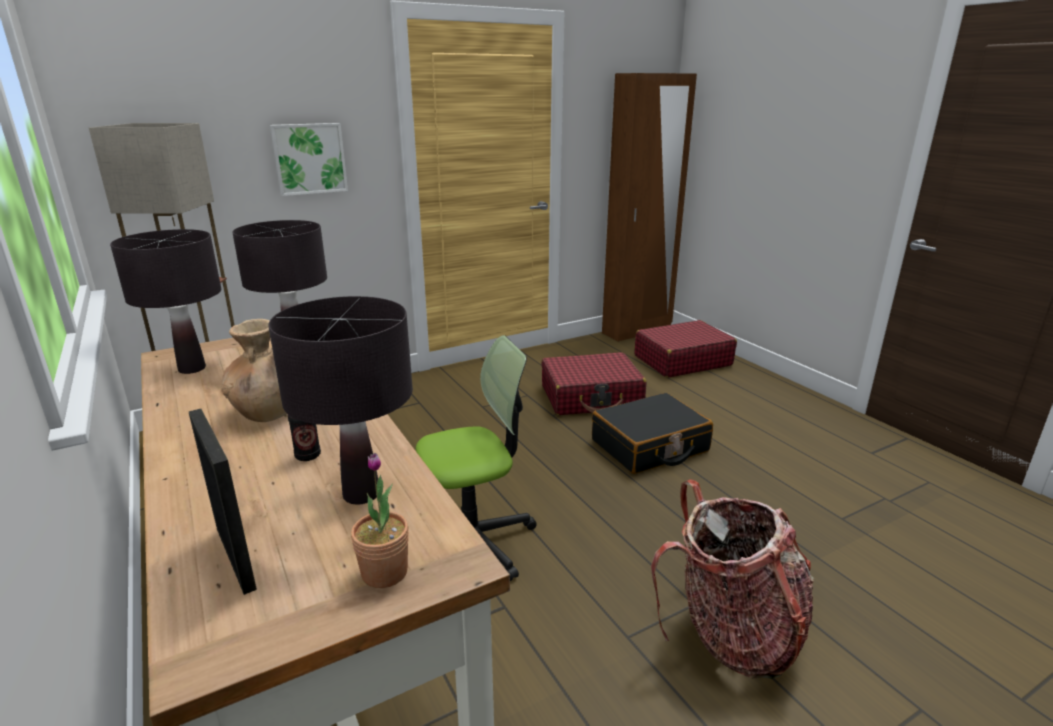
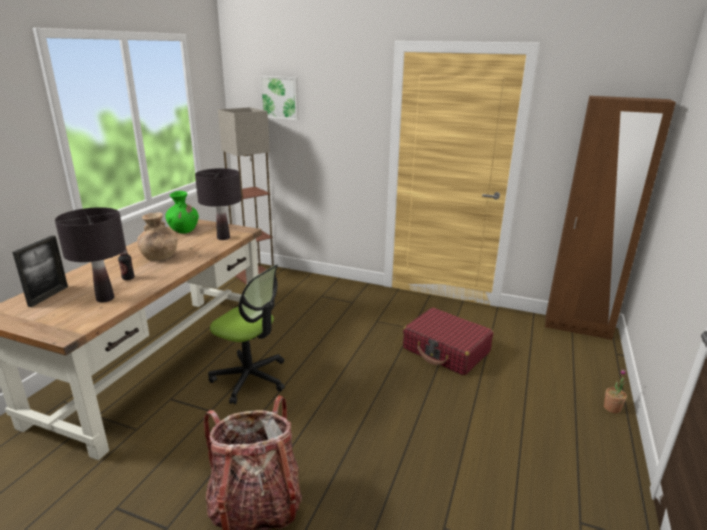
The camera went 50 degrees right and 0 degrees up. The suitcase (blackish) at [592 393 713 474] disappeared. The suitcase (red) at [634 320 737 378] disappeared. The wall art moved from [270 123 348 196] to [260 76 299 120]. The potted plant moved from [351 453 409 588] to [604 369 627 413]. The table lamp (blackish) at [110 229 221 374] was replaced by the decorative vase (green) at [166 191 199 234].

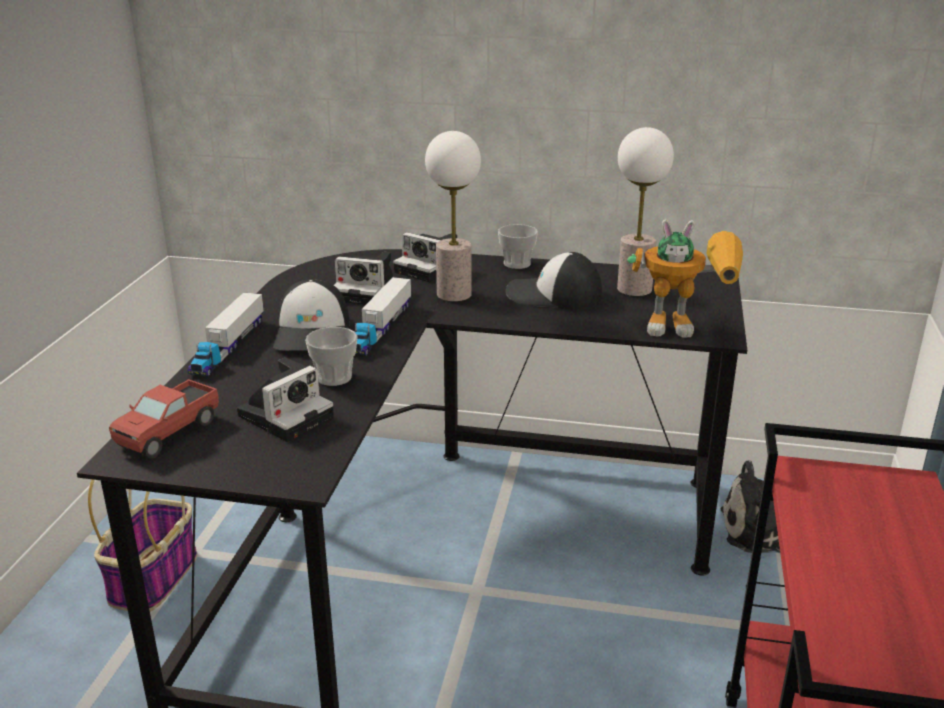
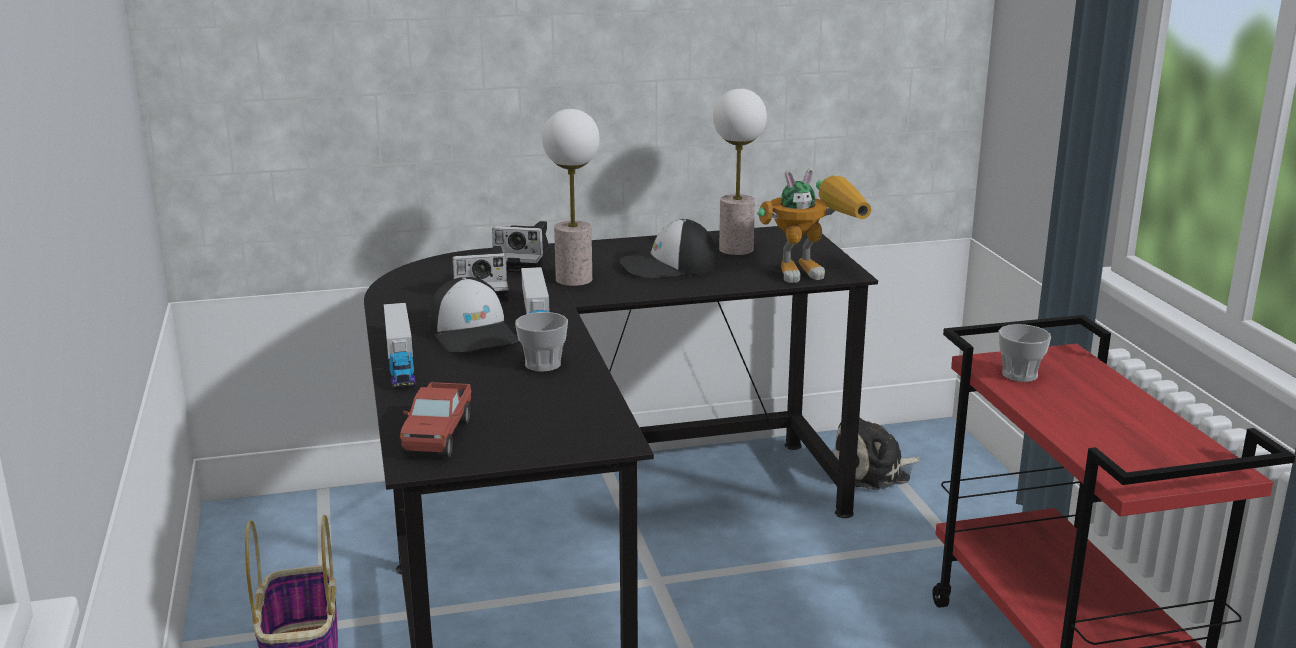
The camera went 25 degrees left and 5 degrees down. The still camera at [237 357 334 442] disappeared. The small cup moved from [498 224 538 269] to [998 324 1051 382].

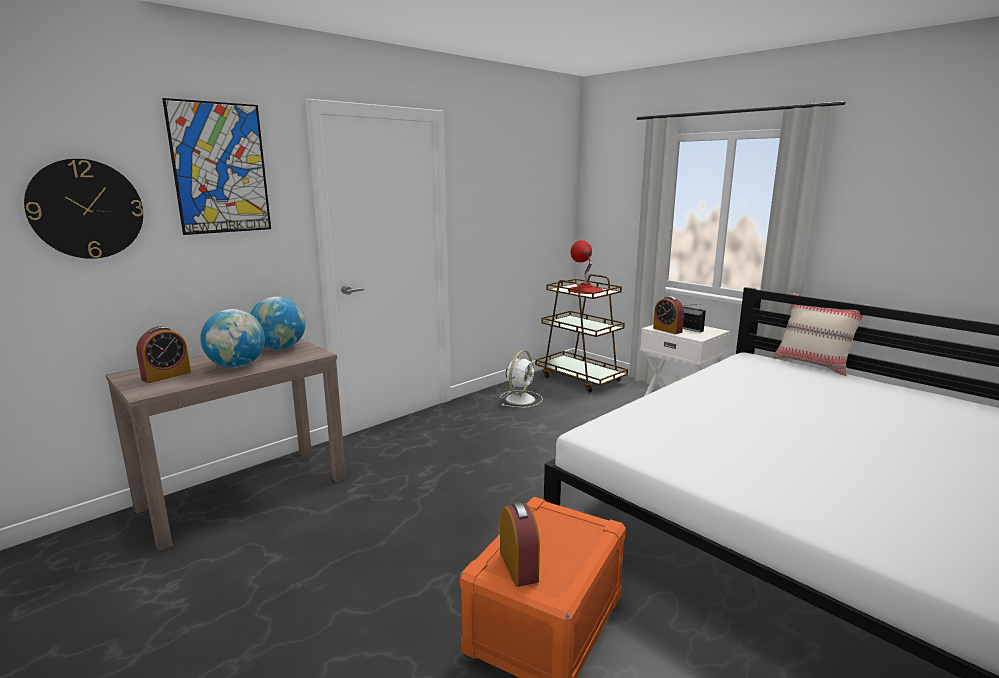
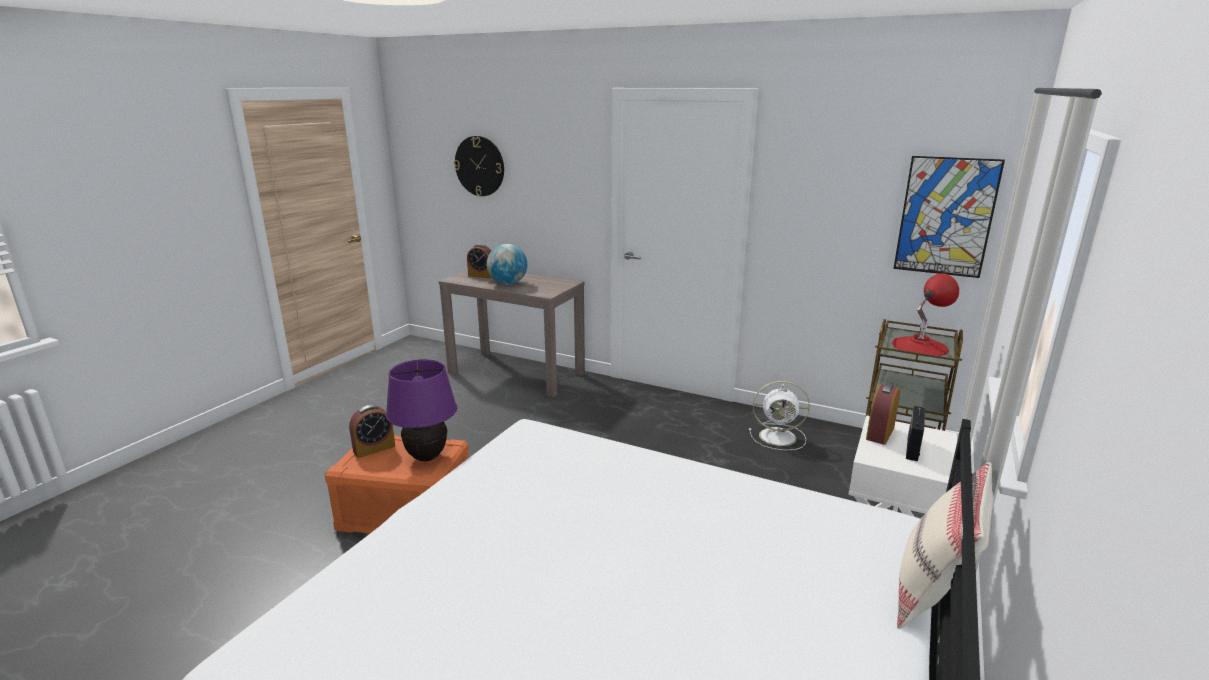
The camera went 70 degrees right and 5 degrees up. The desk globe at [250 296 306 350] disappeared. The table lamp (purple-coloured) at [386 359 457 461] appeared. The wall art moved from [162 98 271 235] to [893 156 1005 278].

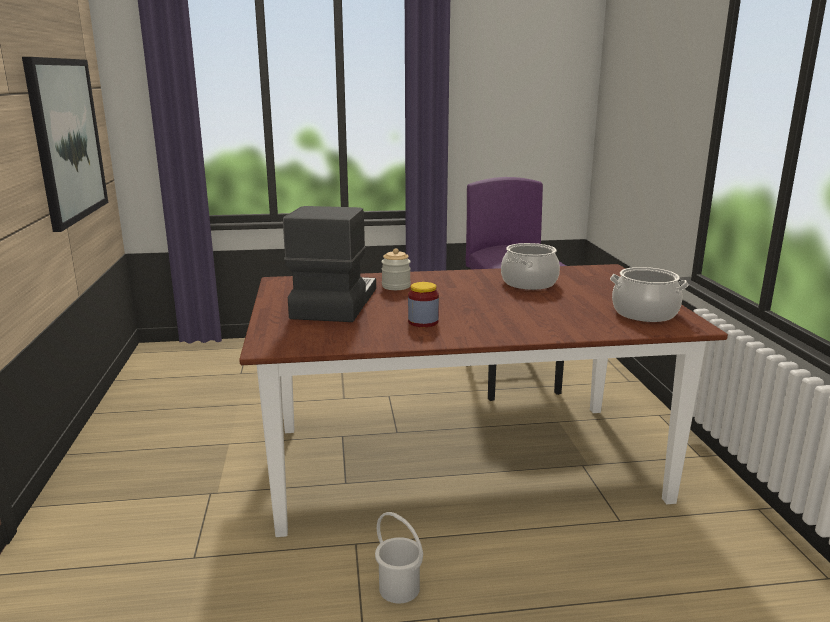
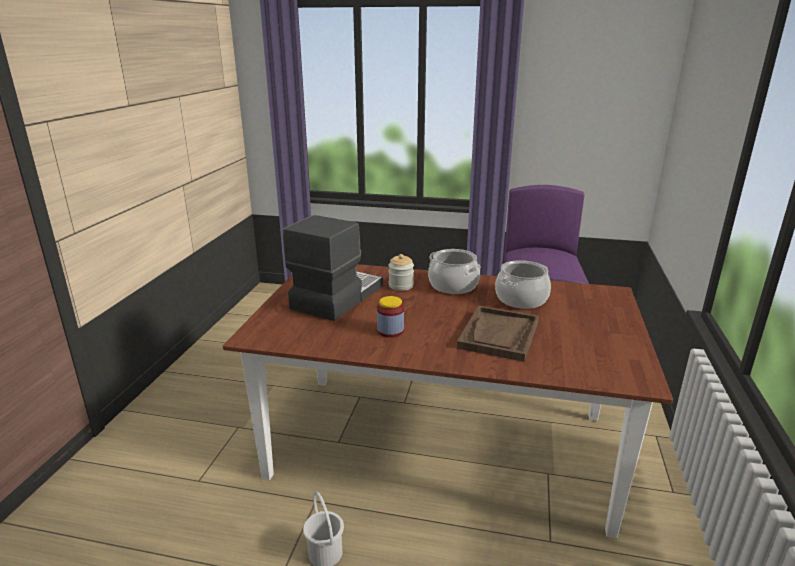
The camera went 20 degrees right and 5 degrees up. The wall art at [22 57 108 232] disappeared. The carrying tray (brownish) at [457 305 539 362] appeared. The stockpot moved from [610 267 688 322] to [428 249 481 294].

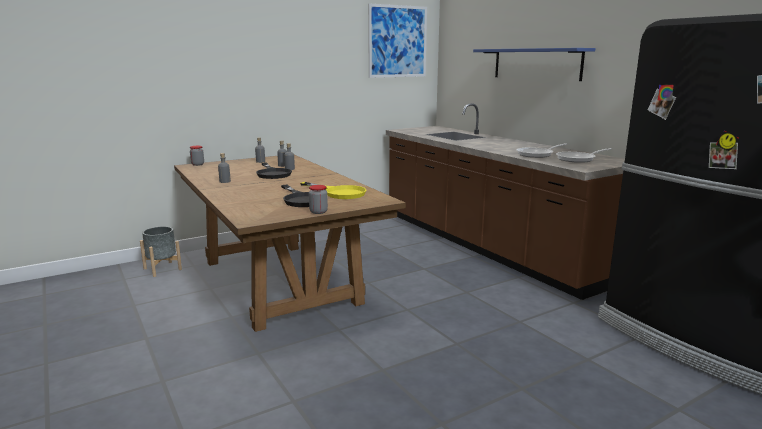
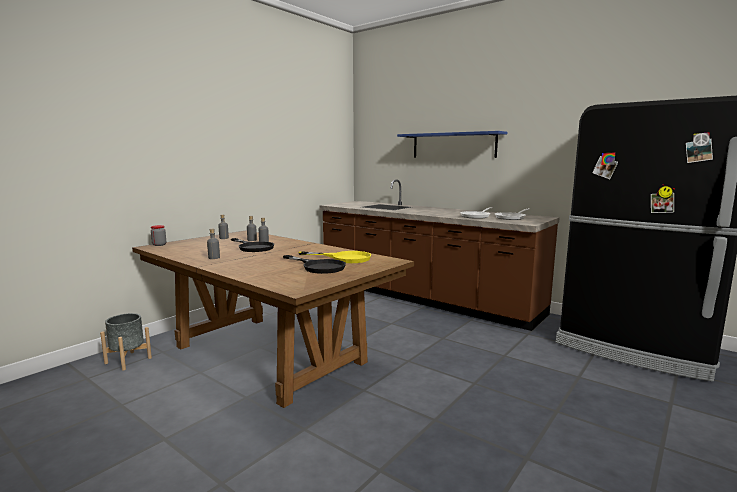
The camera went 20 degrees left and 5 degrees down. The storage jar at [309 185 328 214] disappeared. The wall art at [368 3 427 78] disappeared.

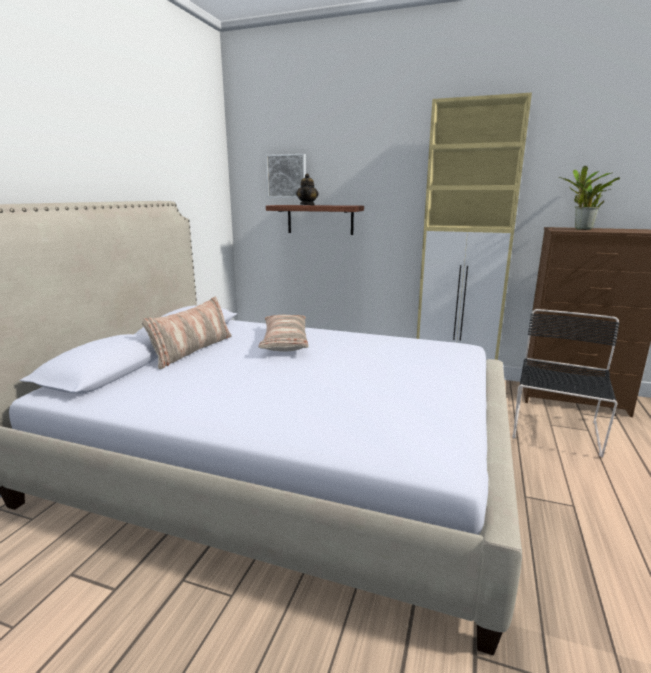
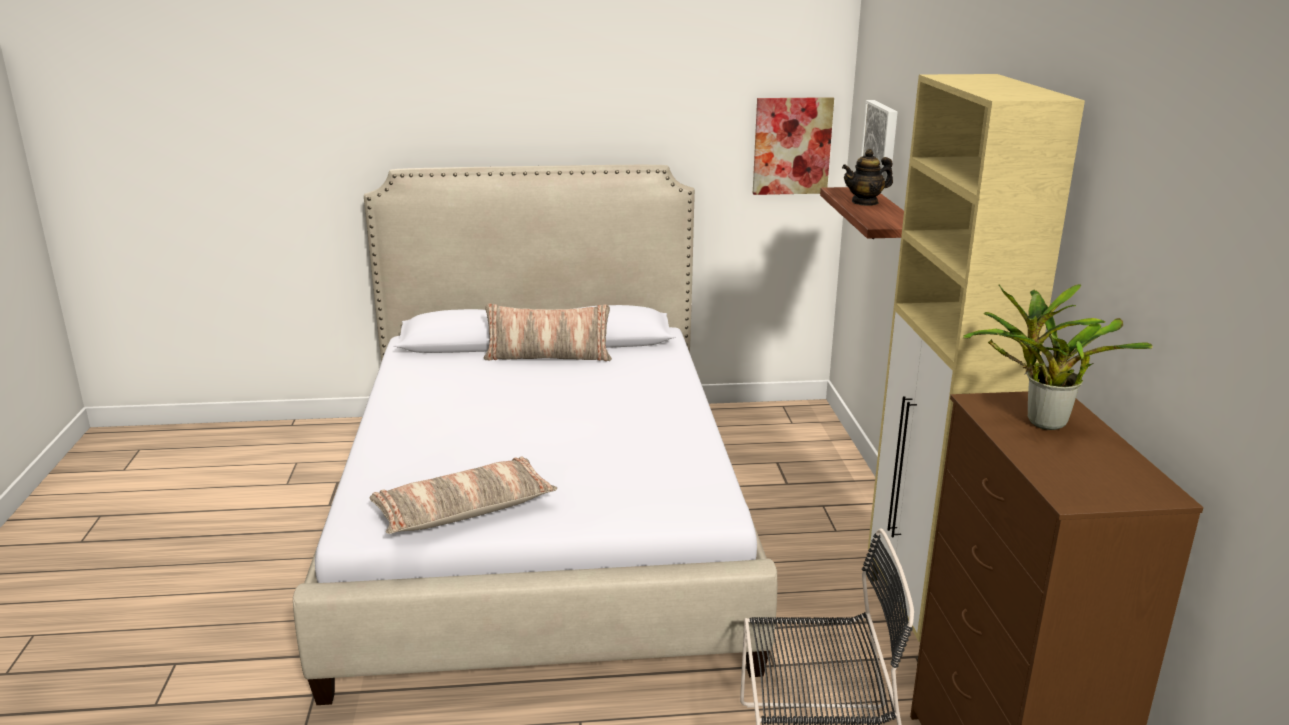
The camera went 65 degrees right and 5 degrees up. The wall art at [753 97 834 195] appeared. The cushion moved from [258 315 309 351] to [369 457 557 534].

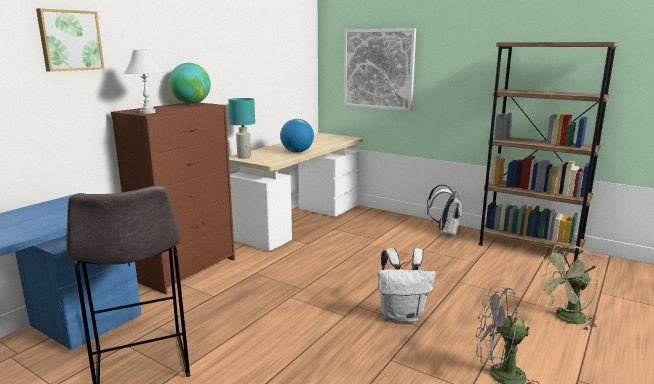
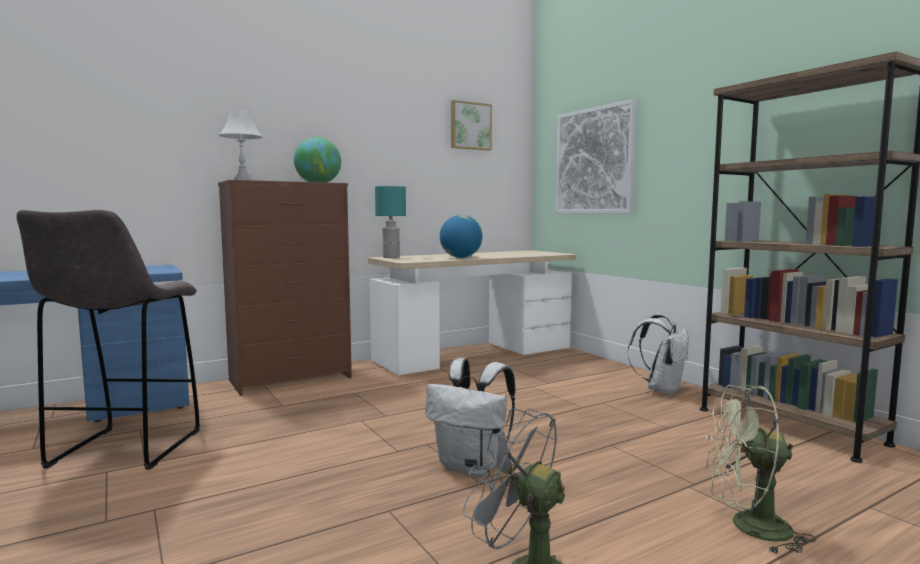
The camera went 25 degrees right and 10 degrees down. The wall art moved from [36 8 104 72] to [451 100 492 150].

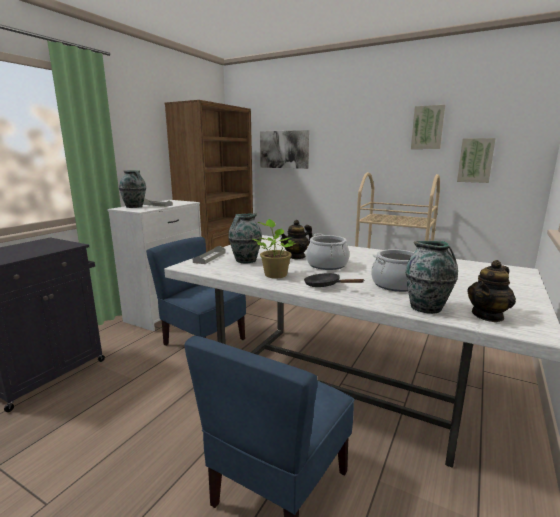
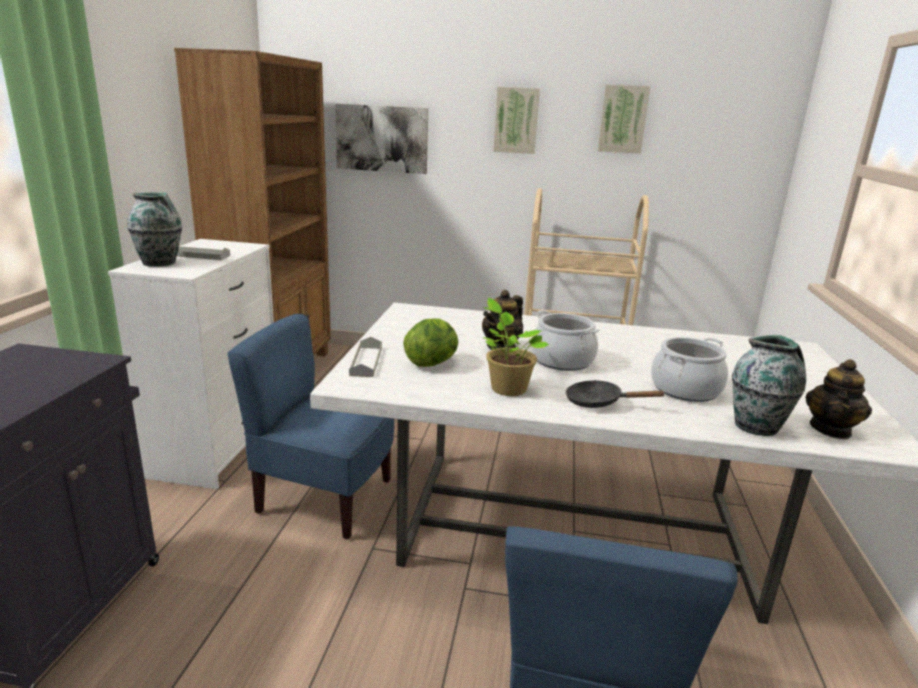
The camera went 20 degrees left and 5 degrees up. The wall art moved from [457 138 496 183] to [493 87 540 154]. The decorative vase at [228 213 262 264] was replaced by the lettuce at [403 319 458 367].

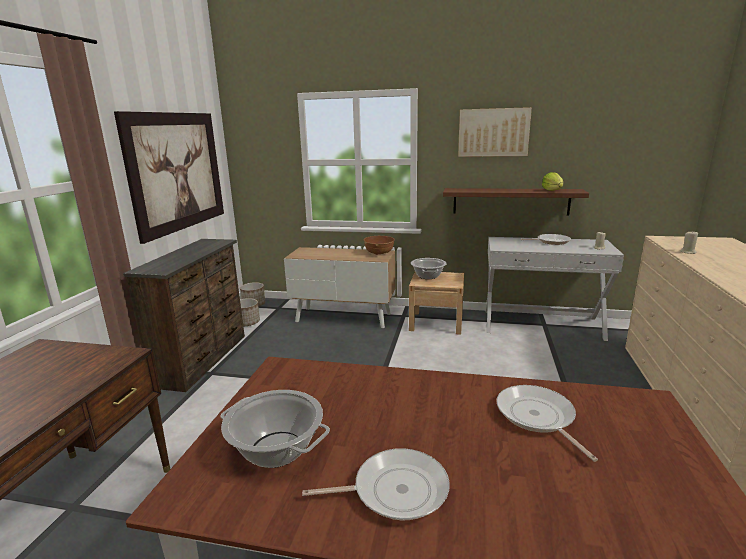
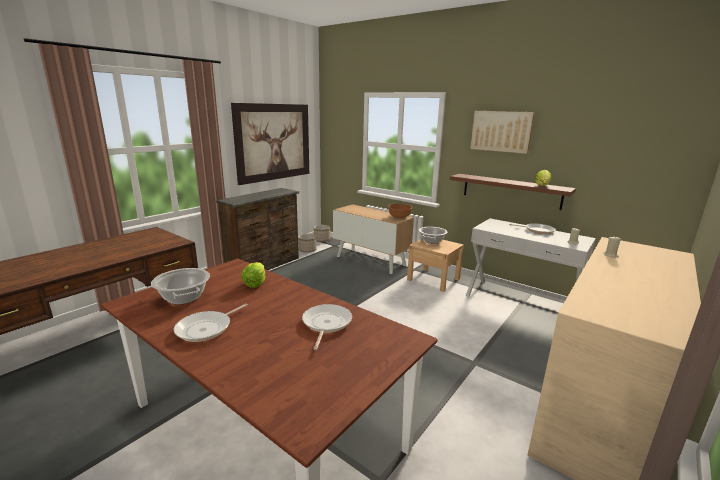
The camera went 25 degrees right and 0 degrees up. The lettuce at [241 262 265 288] appeared. The pan at [302 448 450 520] turned 105 degrees clockwise.

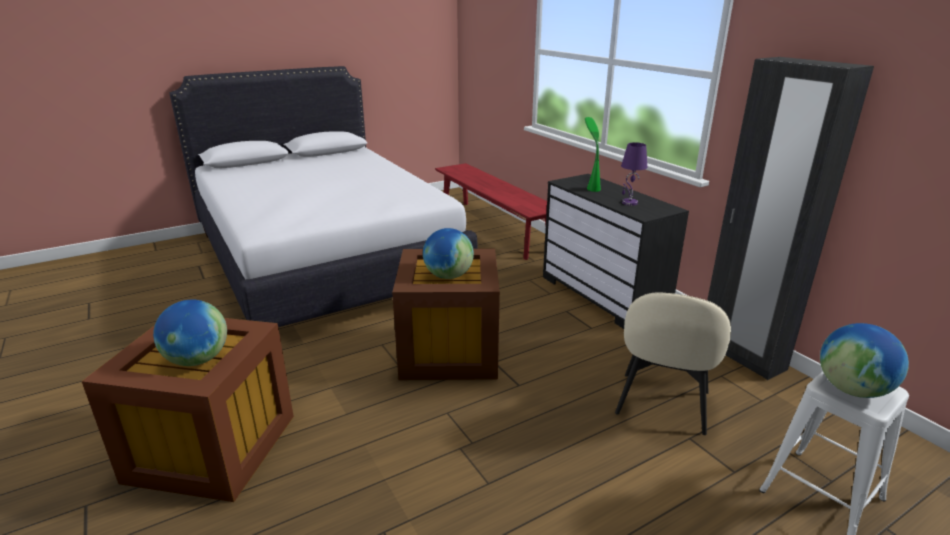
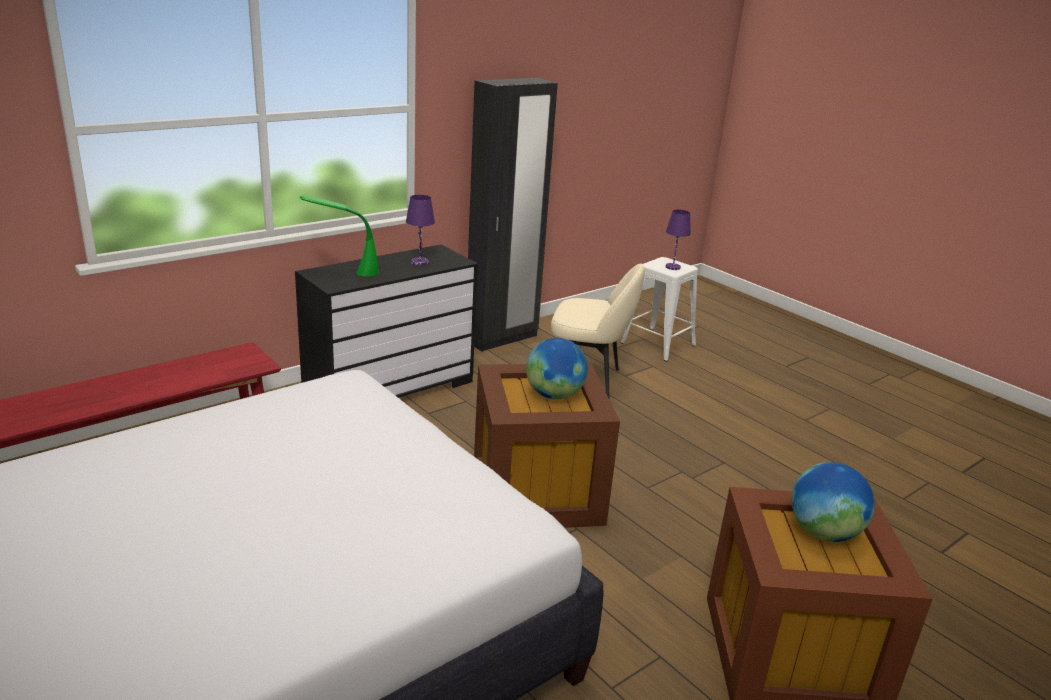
The camera went 100 degrees left and 0 degrees up. The desk globe at [820 323 909 398] was replaced by the table lamp (purple-coloured) at [666 209 691 270].

